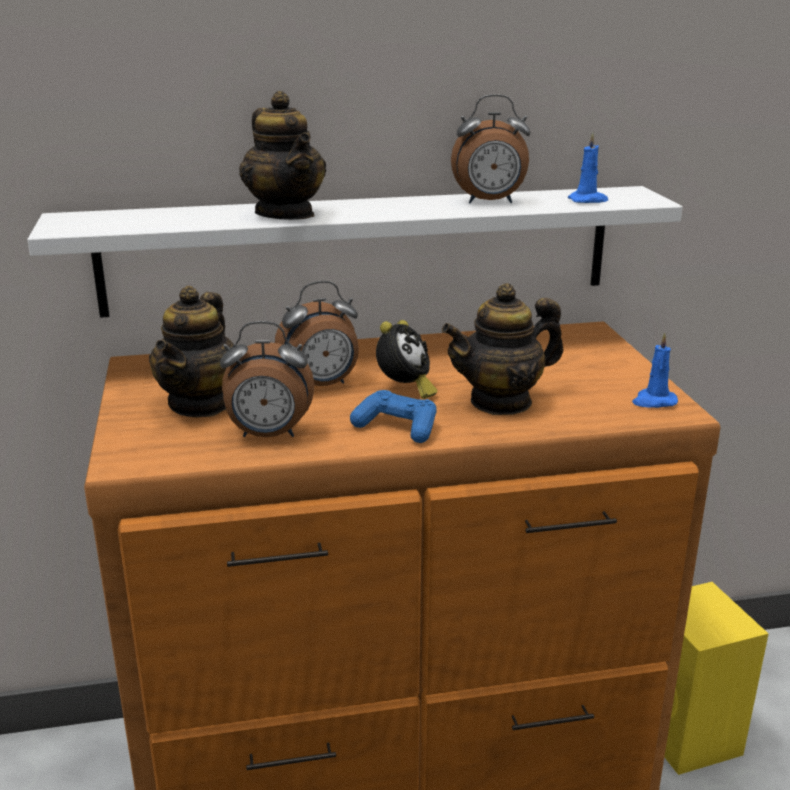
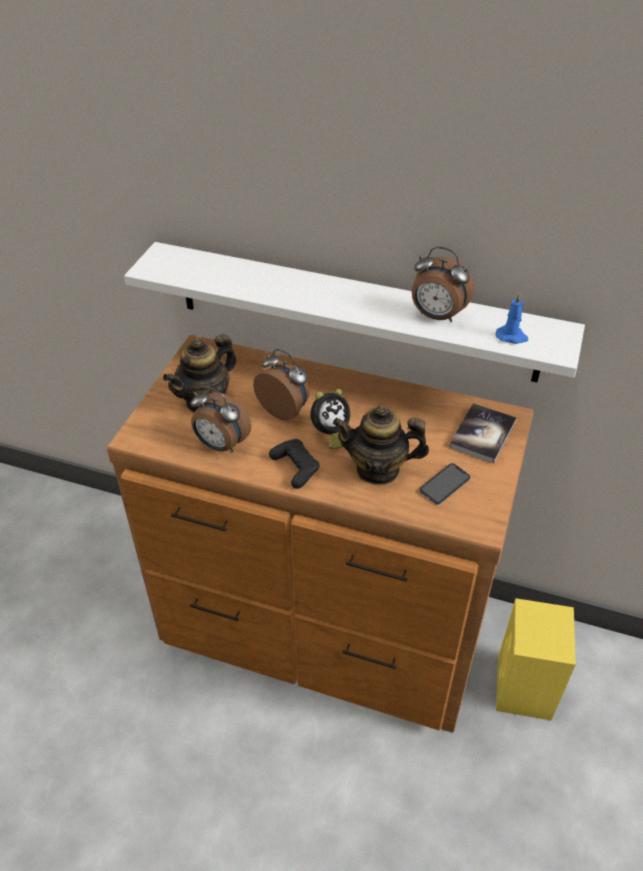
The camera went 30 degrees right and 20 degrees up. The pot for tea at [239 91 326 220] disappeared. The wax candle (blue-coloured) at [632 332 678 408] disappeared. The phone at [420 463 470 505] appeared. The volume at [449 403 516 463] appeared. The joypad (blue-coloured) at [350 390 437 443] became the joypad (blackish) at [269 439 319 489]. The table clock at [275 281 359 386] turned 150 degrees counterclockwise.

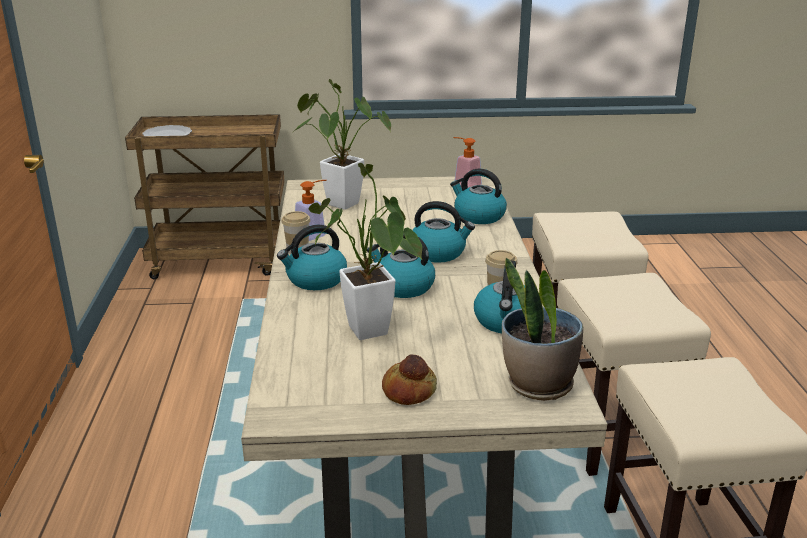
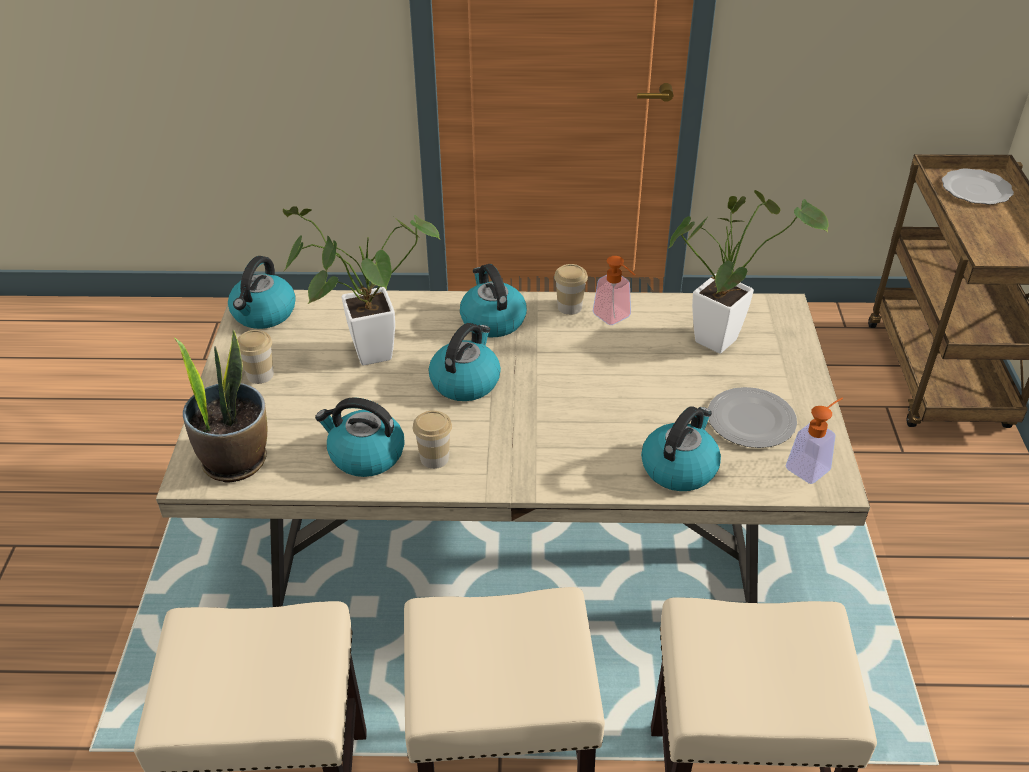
The camera went 95 degrees right and 15 degrees up. The flat dish at [708 387 797 448] appeared. The water kettle moved from [412 201 475 263] to [228 256 296 329]. The bakery bread at [382 354 437 405] was replaced by the small cup at [237 330 274 384].

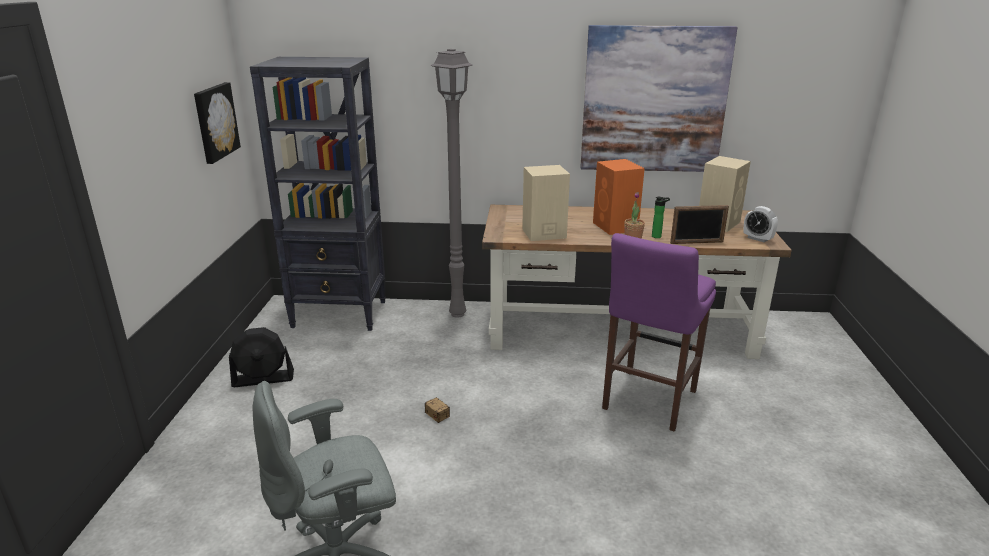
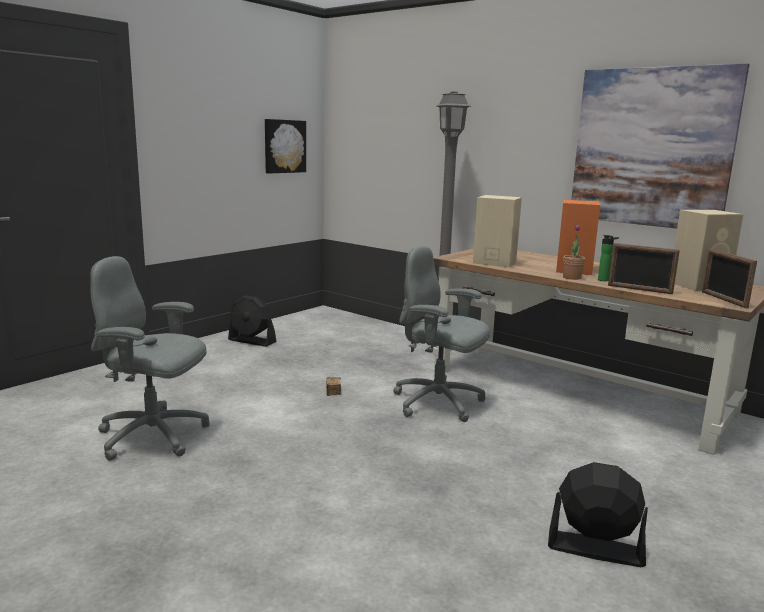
The camera went 35 degrees right and 10 degrees down. The bookshelf (blackish) at [250 57 386 331] disappeared. The stool (purple-coloured) at [602 233 716 432] disappeared. The computer chair (greyish) at [393 246 490 422] appeared. The cooling fan (blackish) at [548 462 648 567] appeared. The table clock at [744 206 778 242] was replaced by the picture frame at [702 249 757 308].

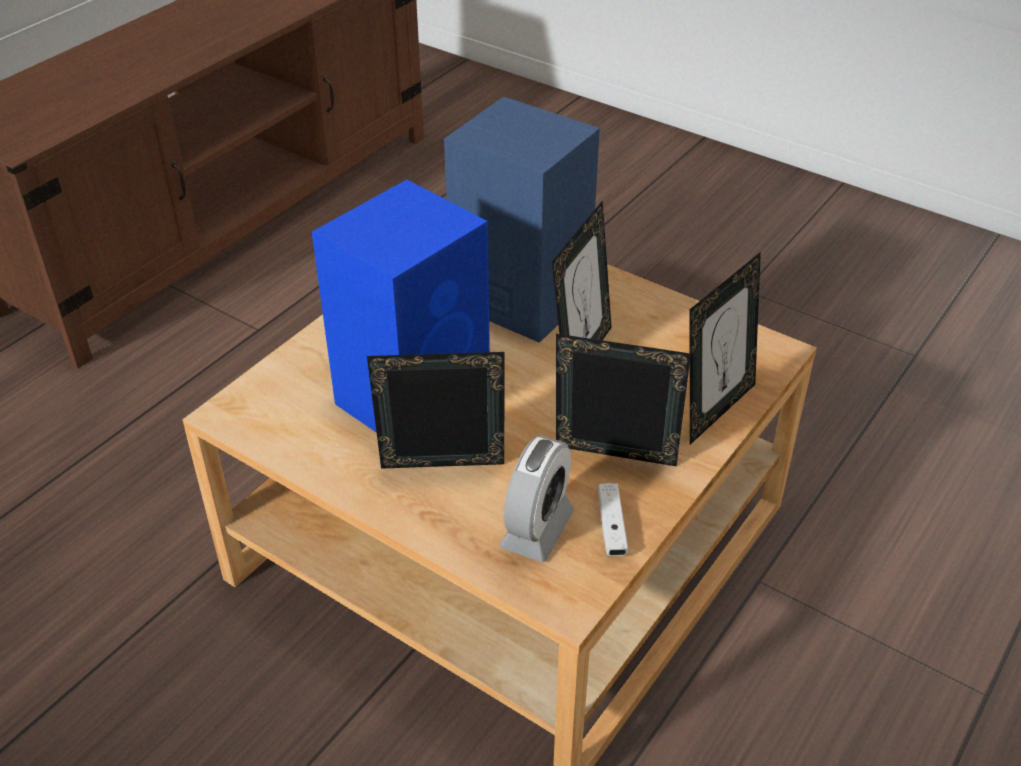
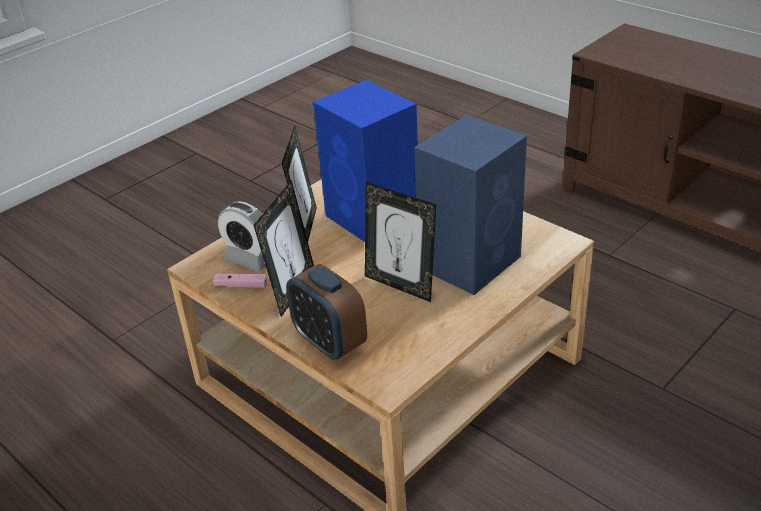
The camera went 100 degrees right and 5 degrees down. The picture frame at [690 252 761 445] was replaced by the table clock at [286 264 367 360]. The joypad (white-coloured) at [598 483 628 556] became the joypad (pink) at [213 274 267 288].

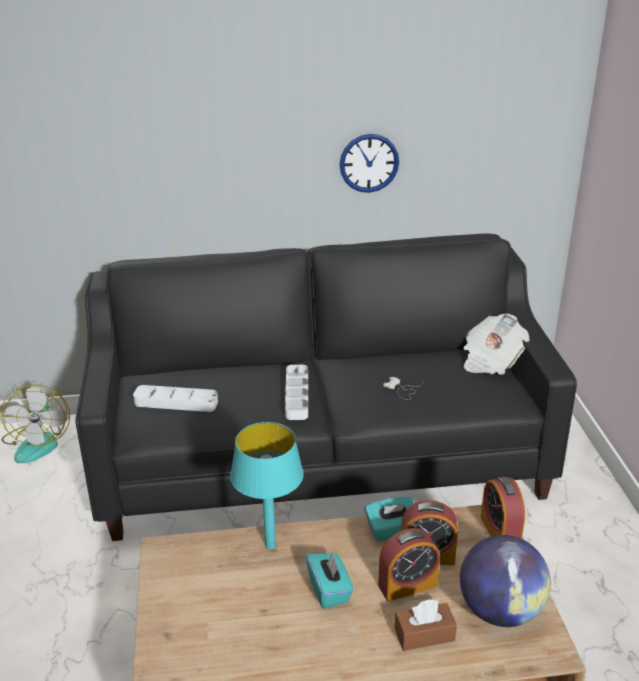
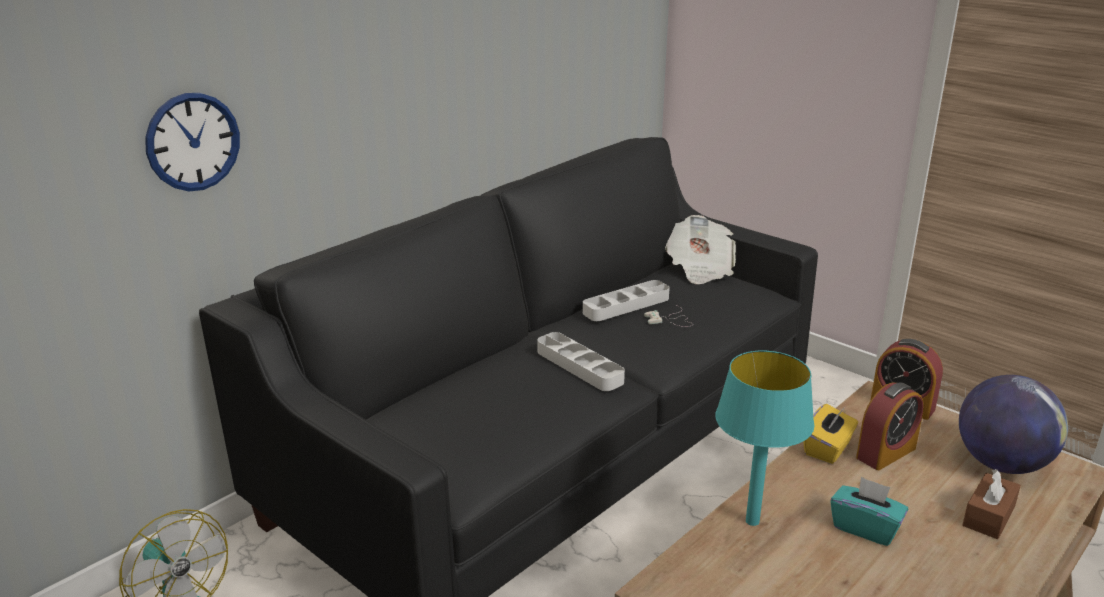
The camera went 40 degrees left and 5 degrees down. The table clock at [378 528 440 601] disappeared. The carrying tray (greyish) moved from [133 385 218 412] to [583 280 670 321]. The wall clock moved from [339 134 399 193] to [145 93 240 192]. The box of tissues (turquoise) at [365 497 414 541] became the box of tissues (yellowish) at [803 404 858 464].

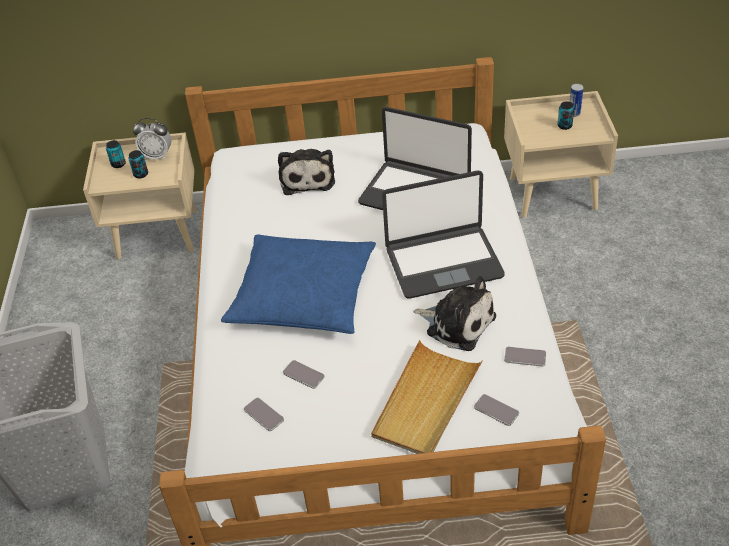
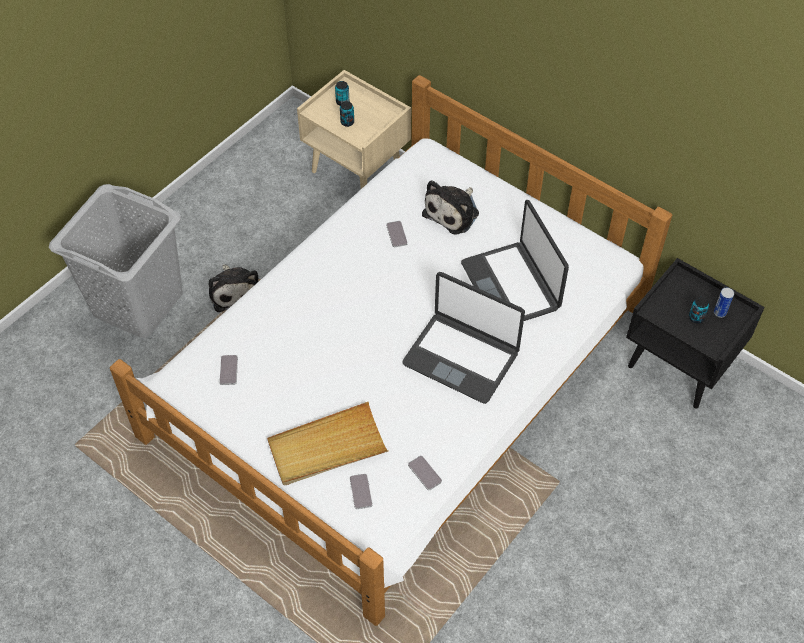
The camera went 40 degrees right and 10 degrees up. The table clock at [133 118 172 160] disappeared. The cushion (blue-coloured) at [221 235 376 334] disappeared. The phone moved from [283 360 325 389] to [386 221 408 247]. The soft toy moved from [413 276 496 351] to [209 264 259 312]. The nightstand (sand-coloured) at [504 91 618 218] became the nightstand (blackish) at [626 258 765 409].

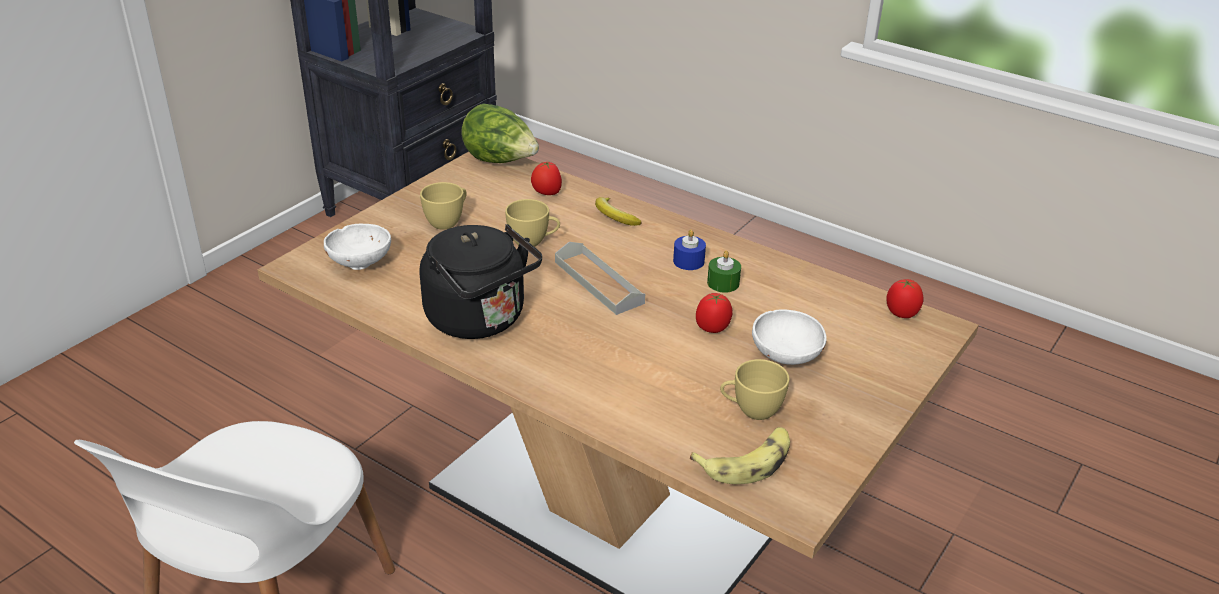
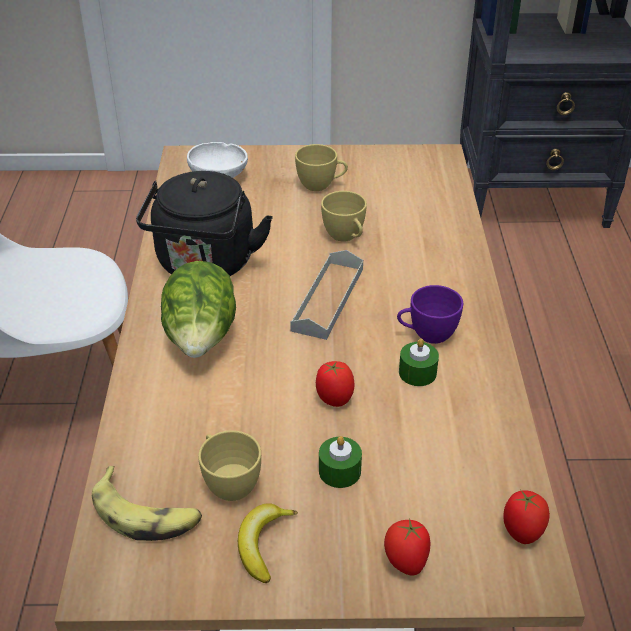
The camera went 55 degrees right and 5 degrees up. The lettuce moved from [461 104 539 163] to [161 261 236 358]. The tomato moved from [531 162 562 195] to [384 519 430 576]. The banana fruit moved from [595 197 642 226] to [238 503 298 583]. The wax candle (blue-coloured) at [673 229 706 270] was replaced by the small cup (purple-coloured) at [397 285 463 344]. The deep dish (white-coloured) at [752 309 827 365] was replaced by the wax candle (green) at [319 436 362 488].

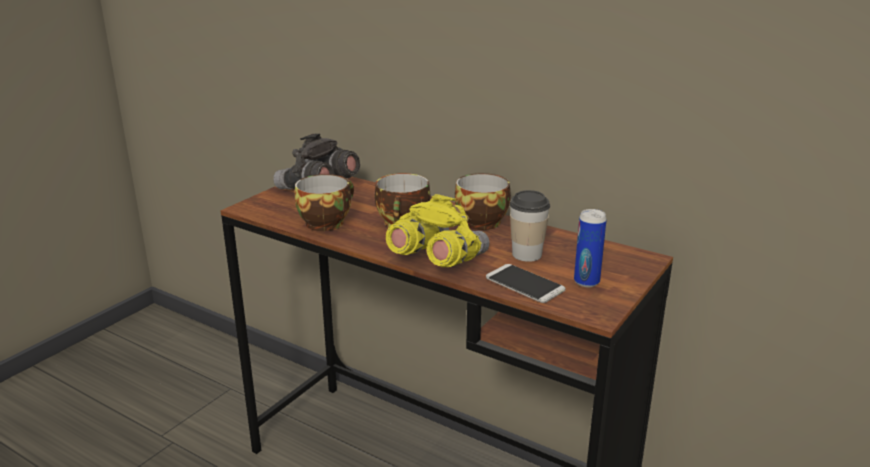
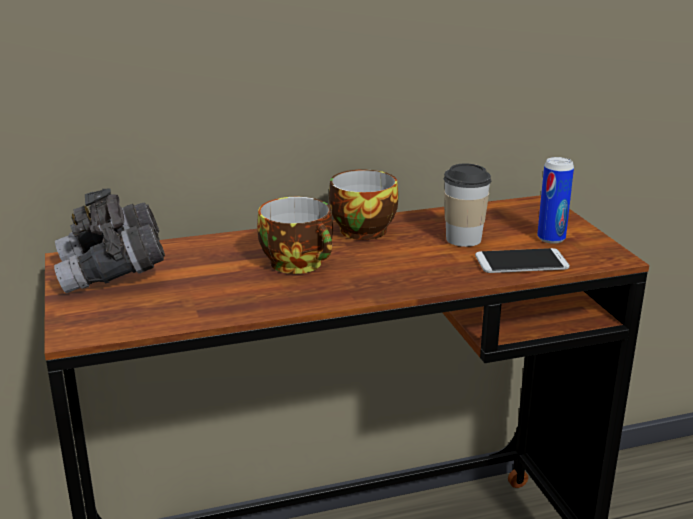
The camera went 50 degrees left and 0 degrees up. The small cup at [295 174 354 231] disappeared. The pair of binoculars (yellowish) at [386 194 490 267] disappeared.

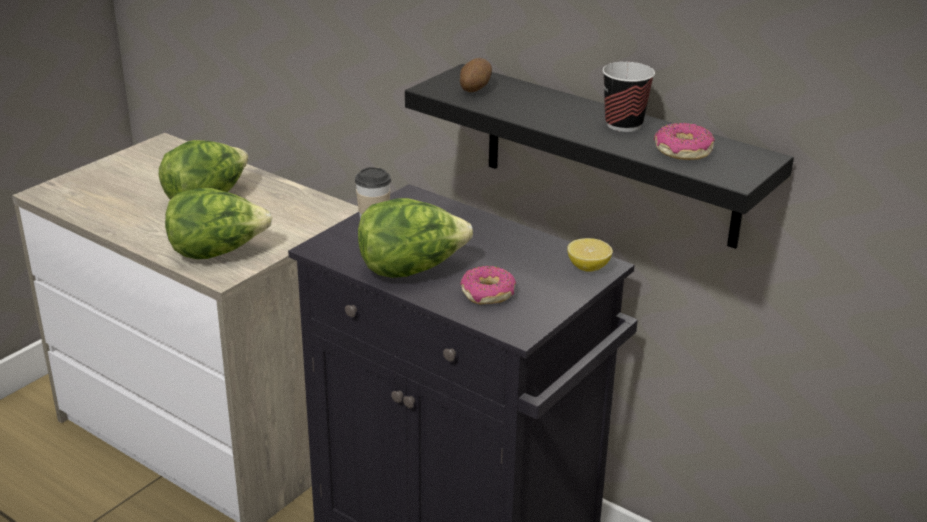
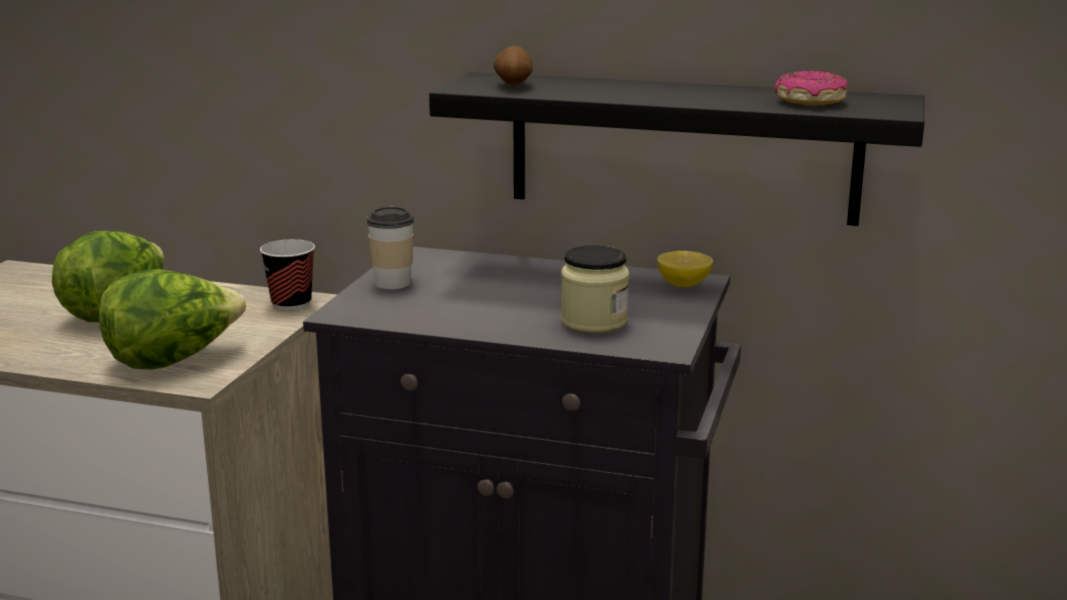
The camera went 20 degrees left and 10 degrees down. The lettuce at [358 198 473 278] disappeared. The small cup moved from [602 62 655 132] to [260 239 315 311]. The donut at [460 266 516 305] was replaced by the storage jar at [561 245 629 333].

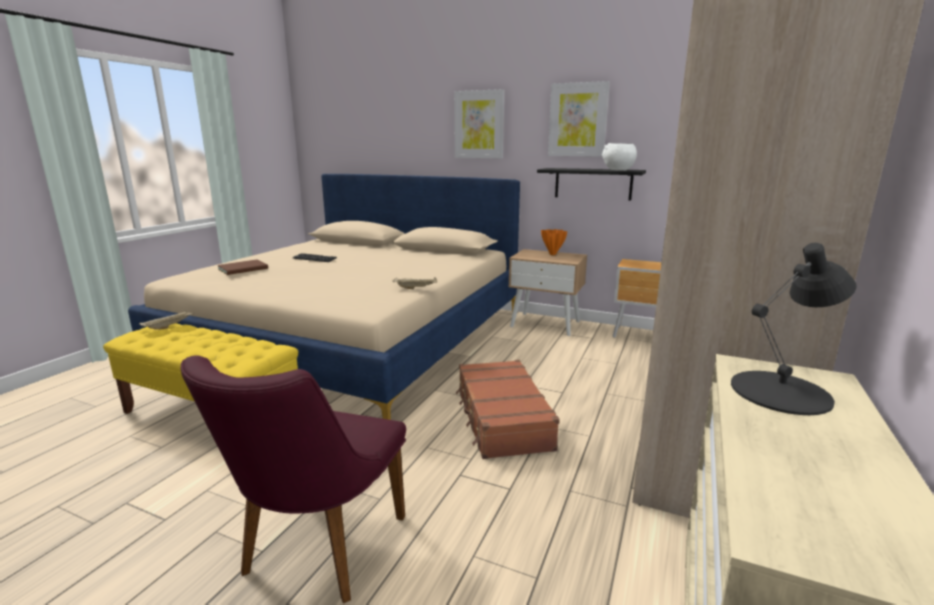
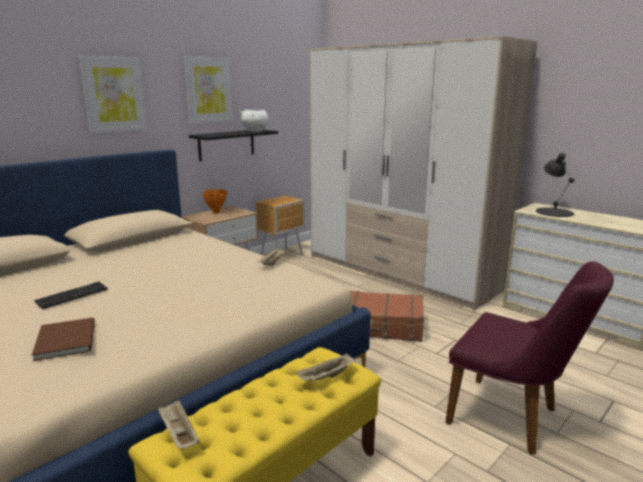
The camera went 70 degrees left and 0 degrees up. The carrying tray (sand-coloured) at [296 353 355 382] appeared.

